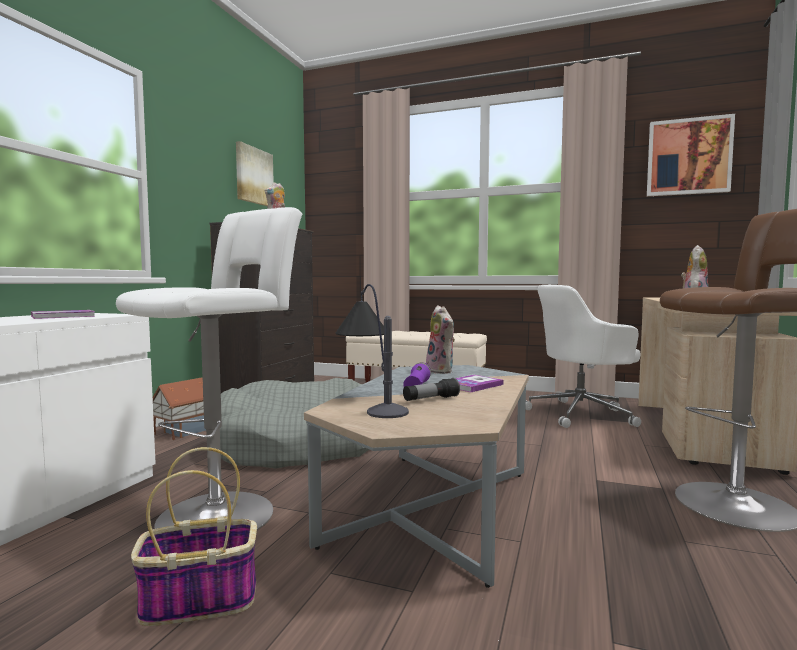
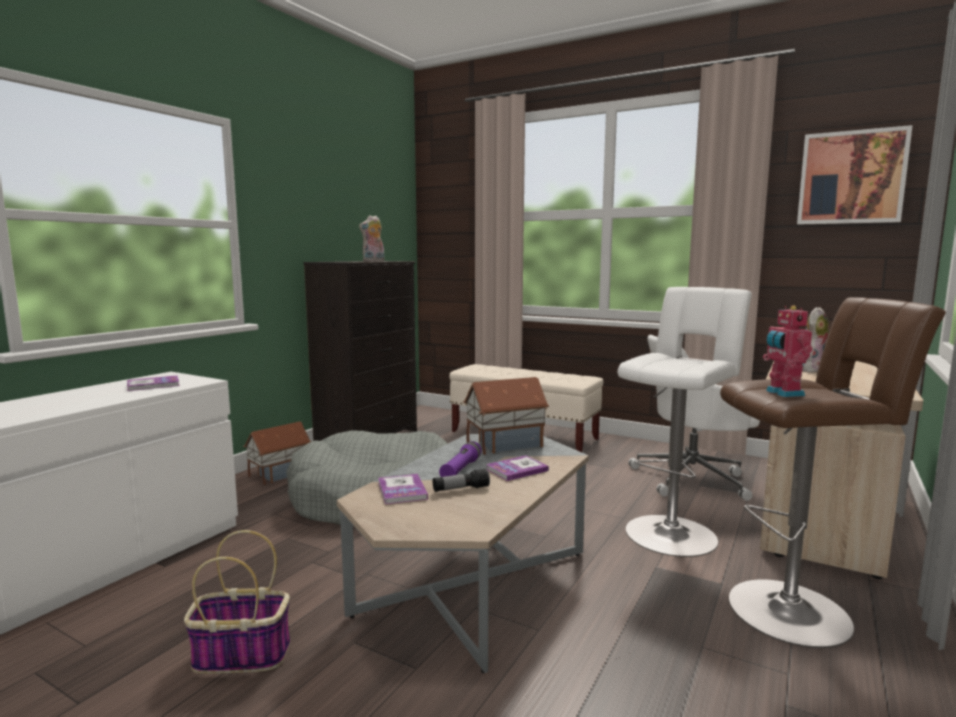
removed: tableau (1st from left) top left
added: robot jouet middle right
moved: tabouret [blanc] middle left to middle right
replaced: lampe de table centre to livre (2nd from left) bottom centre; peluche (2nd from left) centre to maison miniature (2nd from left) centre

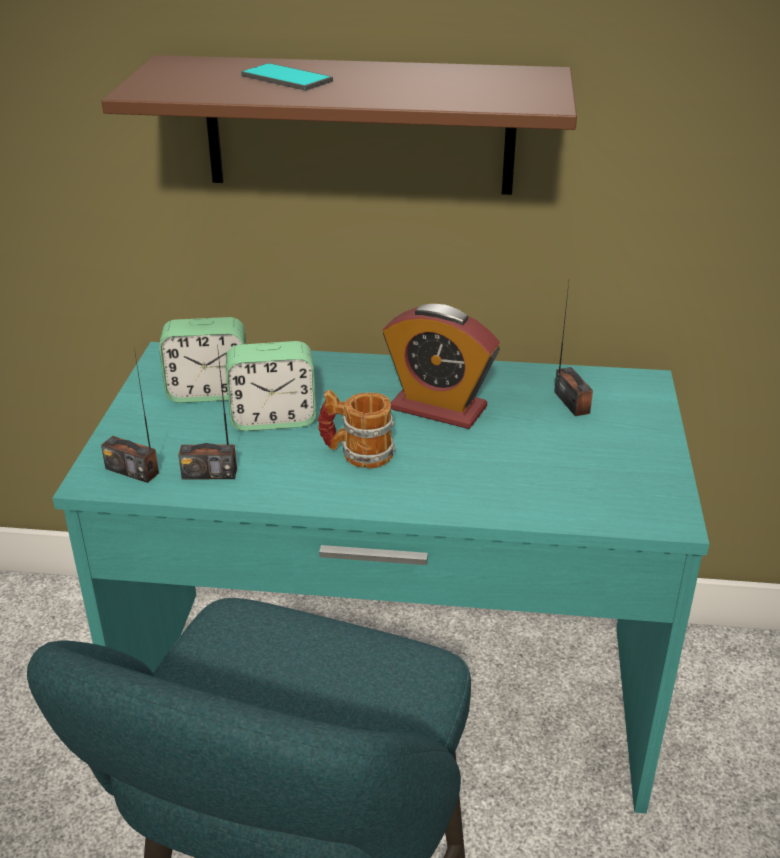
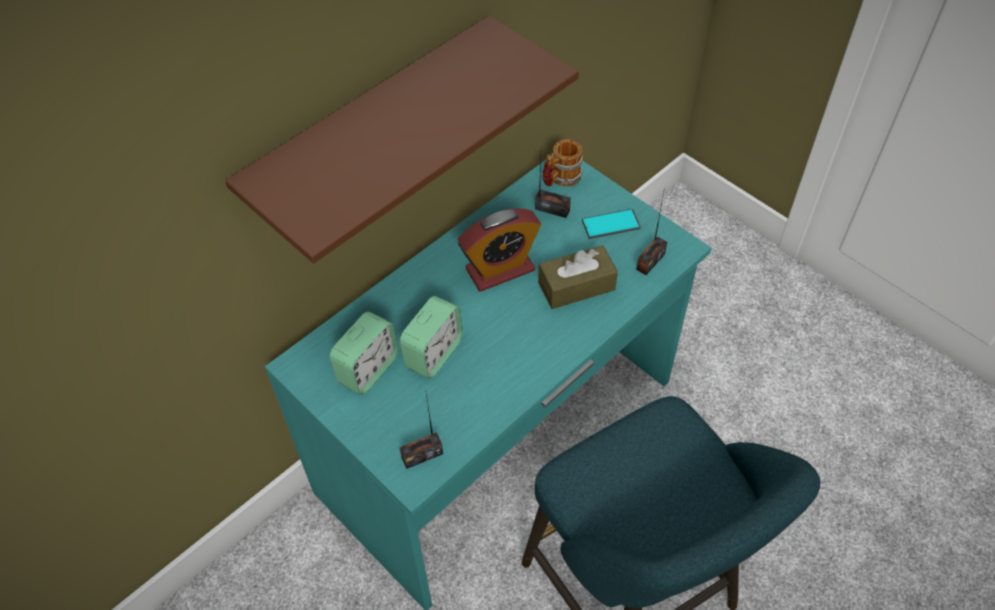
added: boîte à mouchoirs [marron] centre
moved: radio (2nd from left in the first image) middle left to radio (3rd from left) centre; téléphone top centre to centre; mug centre to top centre

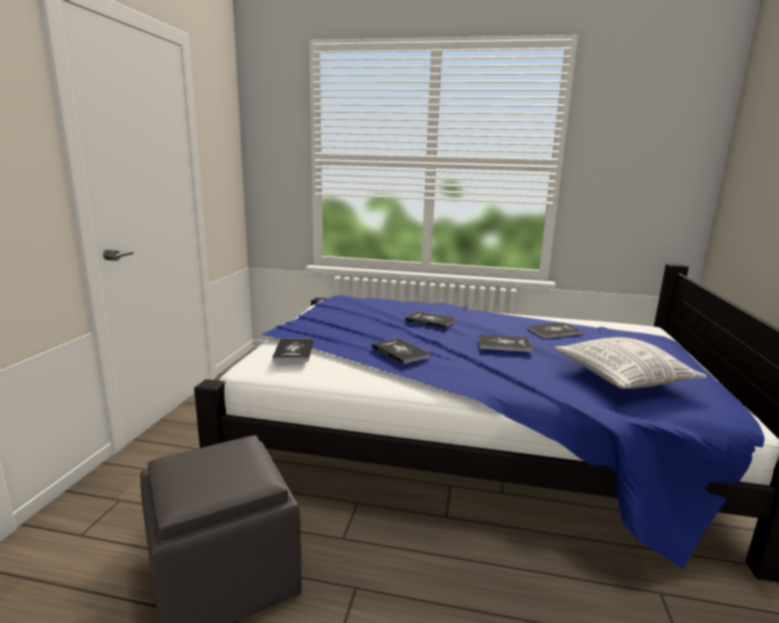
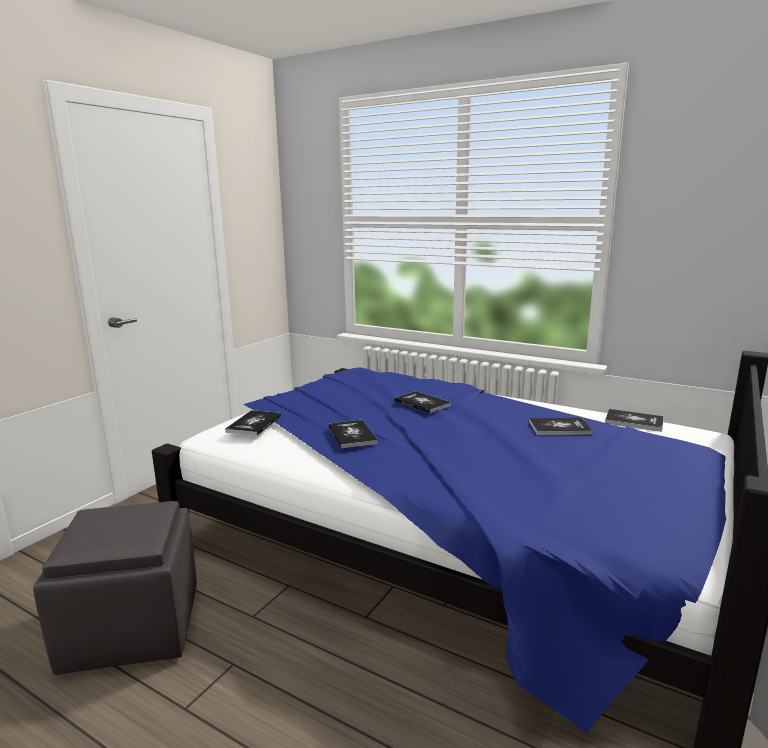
removed: coussin middle right
moved: livre (4th from left in the first image) centre to livre (5th from left) middle right

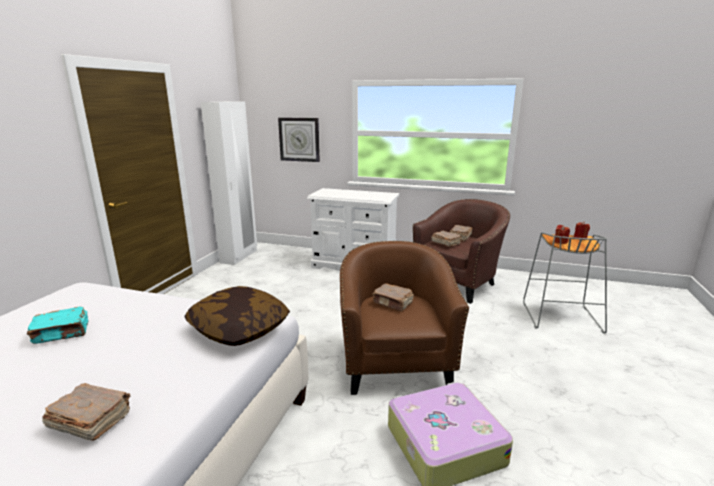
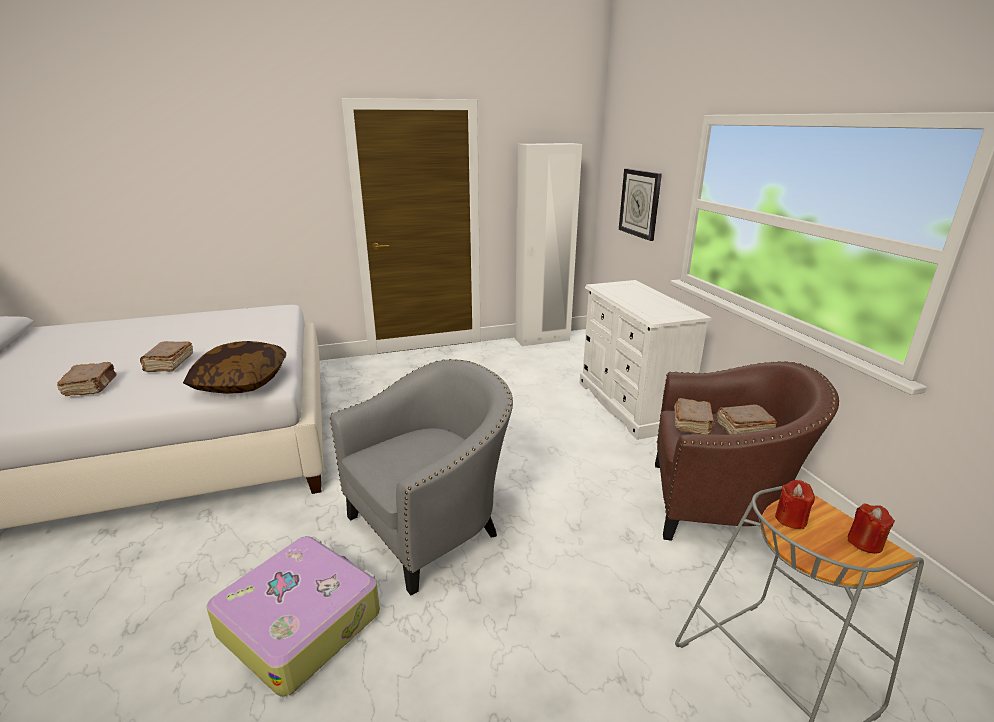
removed: livre [turquoise] bottom left
moved: livre [marron] (2nd from left) centre to middle left
recoloured: fauteuil [marron] (1st from left) centre to fauteuil [gris] centre

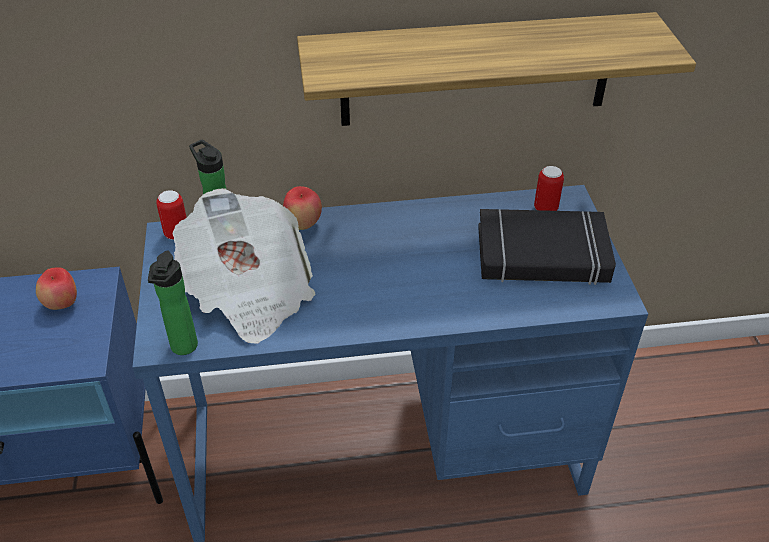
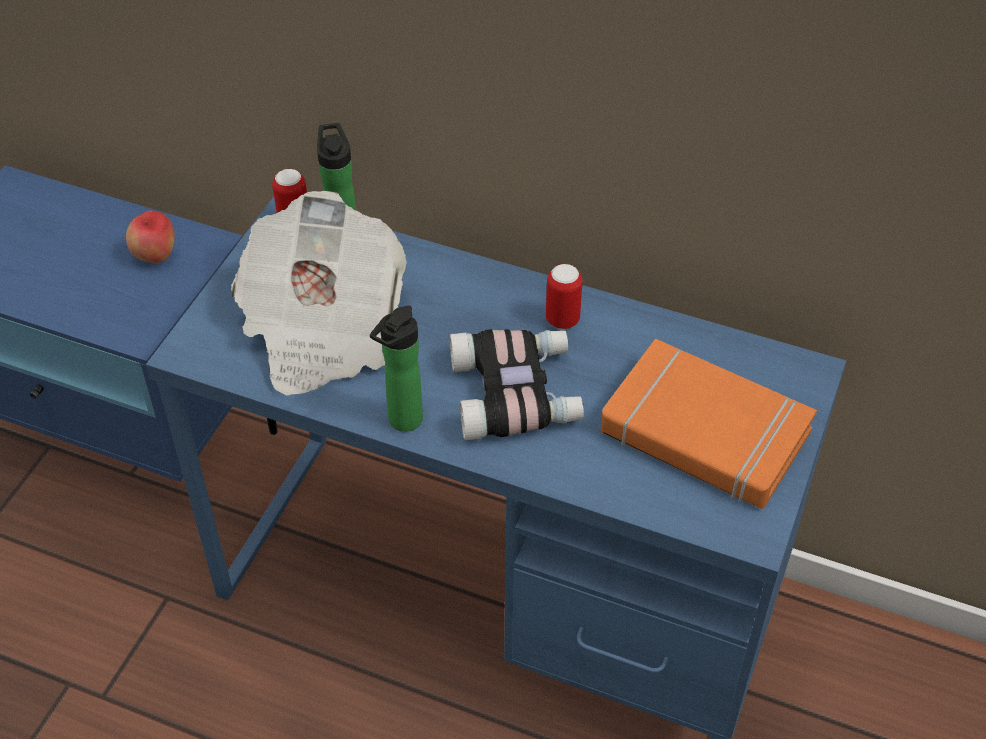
removed: pomme (2nd from left) centre; étagère top centre
added: jumelles centre
moved: bouteille (1st from left in the first image) middle left to bouteille (2nd from left) centre; boîte métallique (2nd from left) middle right to centre
recoloured: livre [noir] middle right to livre [orange] middle right

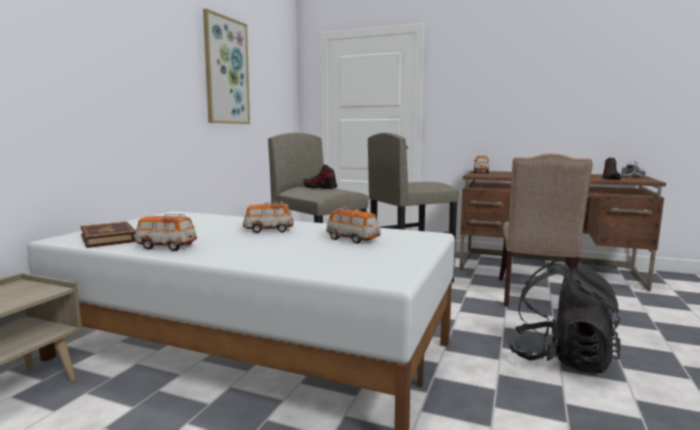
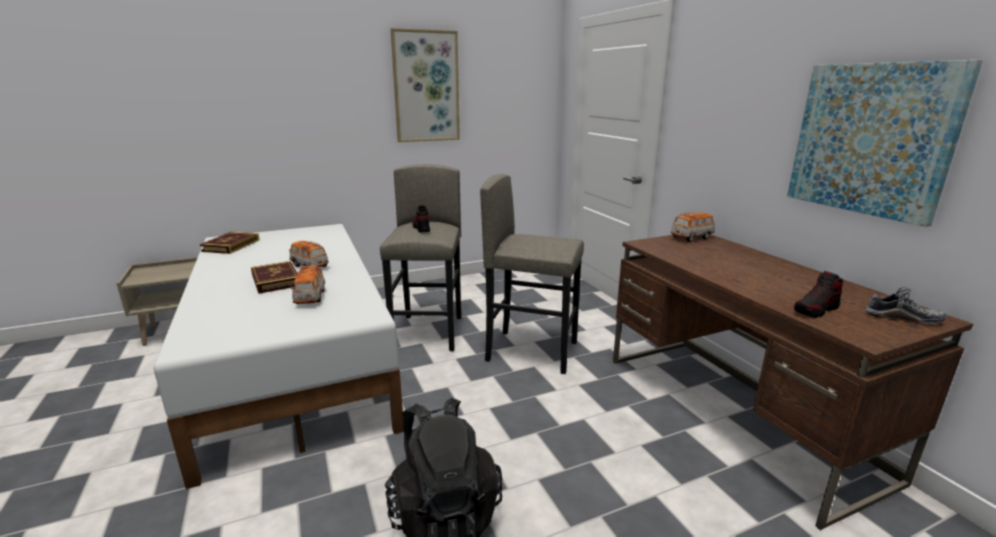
removed: petite voiture (1st from left) middle left; chaise [beige] middle right
added: livre (2nd from left) middle left; tableau (2nd from left) top right

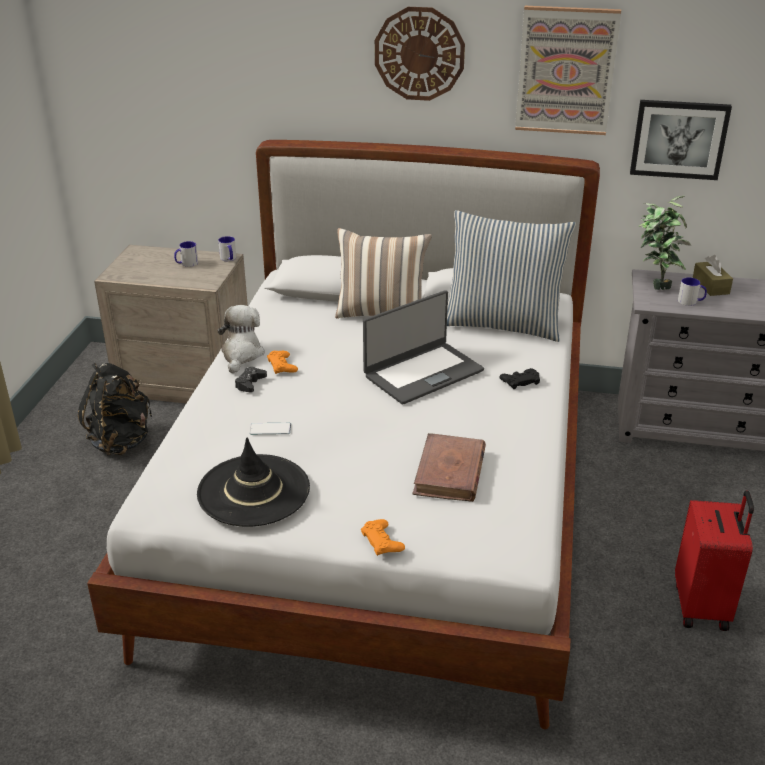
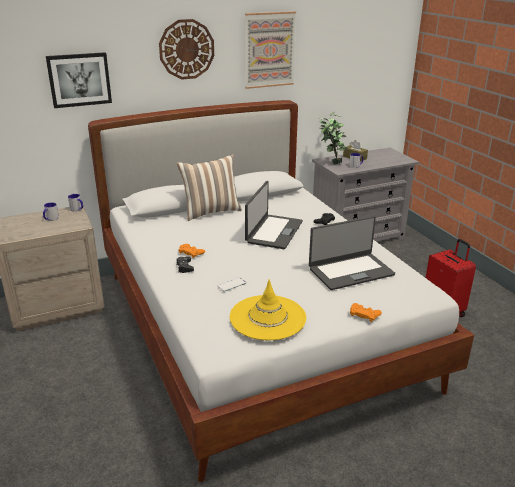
removed: sac à dos [noir] middle left; peluche middle left; coussin (2nd from left) middle right
moved: tableau (2nd from left in the first image) top right to tableau (1st from left) top left
replaced: livre [marron] centre to ordinateur portable (2nd from left) middle right
recoloured: chapeau [noir] middle left to chapeau [jaune] centre

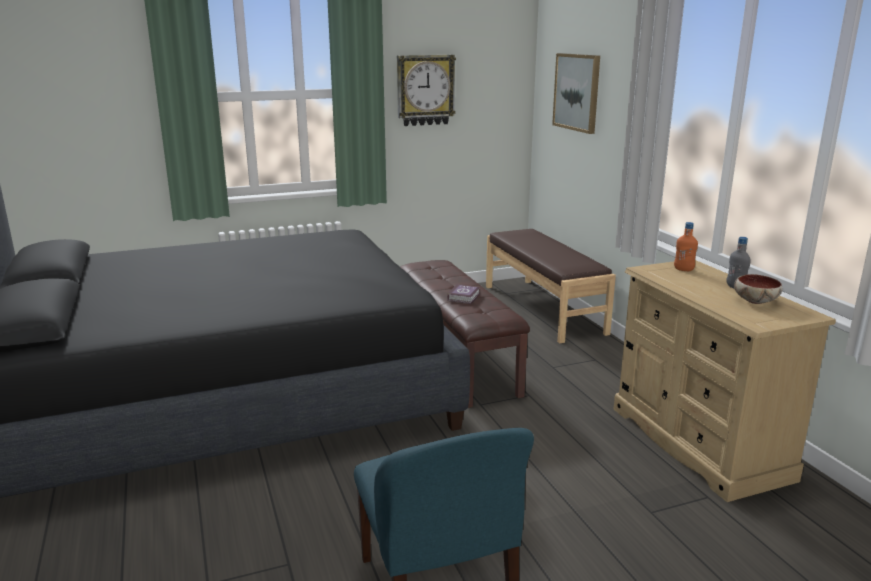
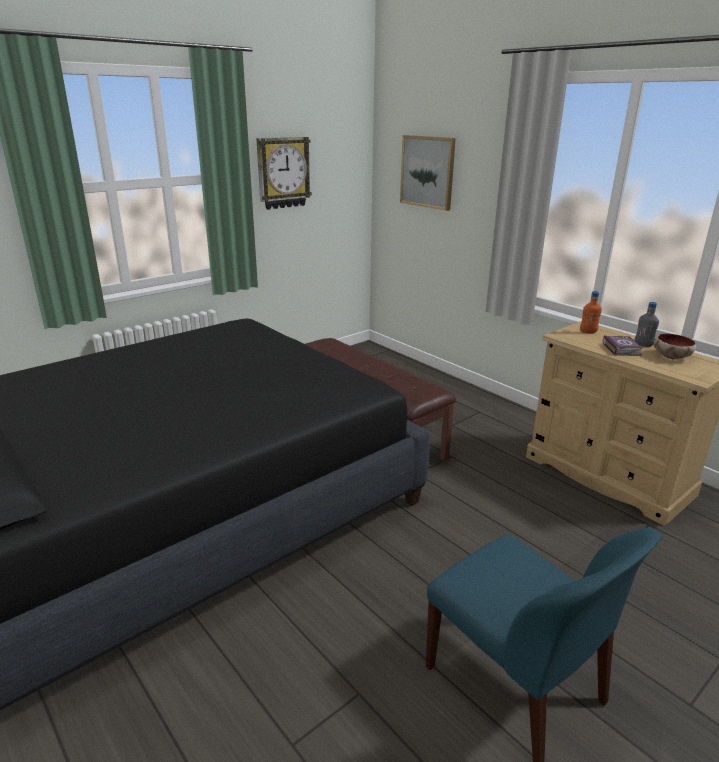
removed: banc [marron] (2nd from left) centre
moved: livre centre to middle right

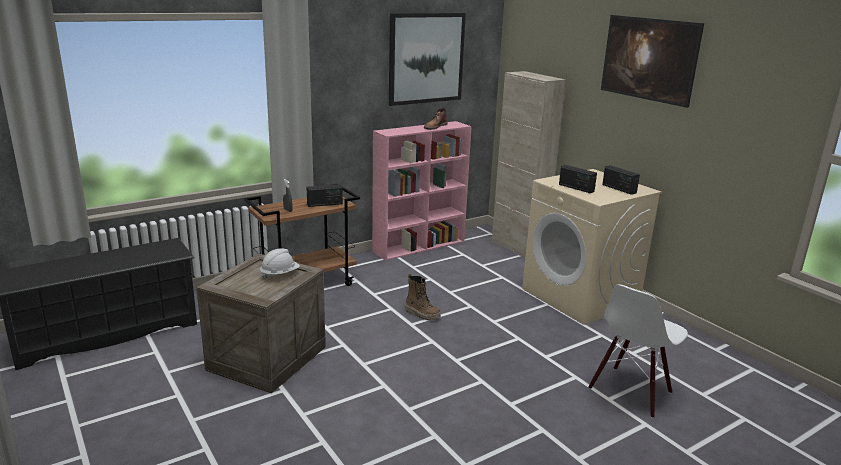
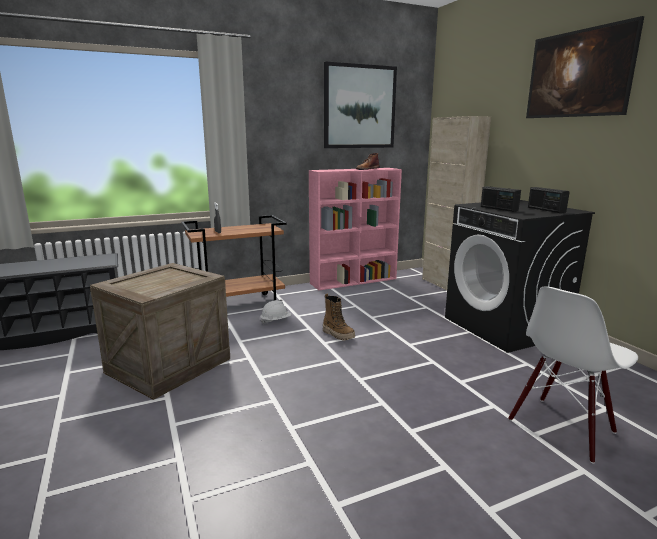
removed: radio (1st from left) centre
moved: casque de chantier [blanc] middle left to centre
recoloured: lave-linge [beige] middle right to lave-linge [noir] middle right

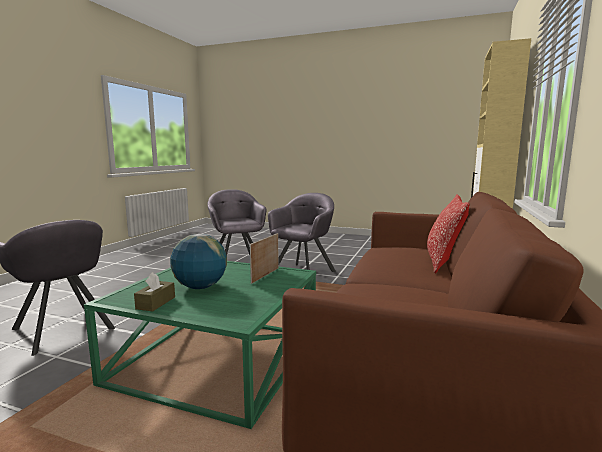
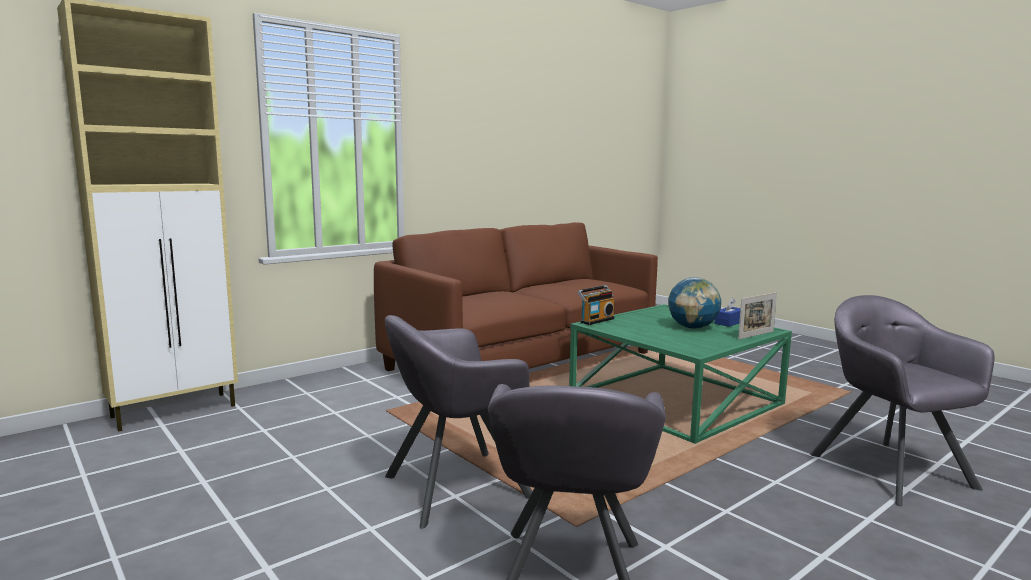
removed: coussin middle right
added: radio centre
moved: cadre photo centre to middle right
recoloured: boîte à mouchoirs [marron] middle left to boîte à mouchoirs [bleu] middle right

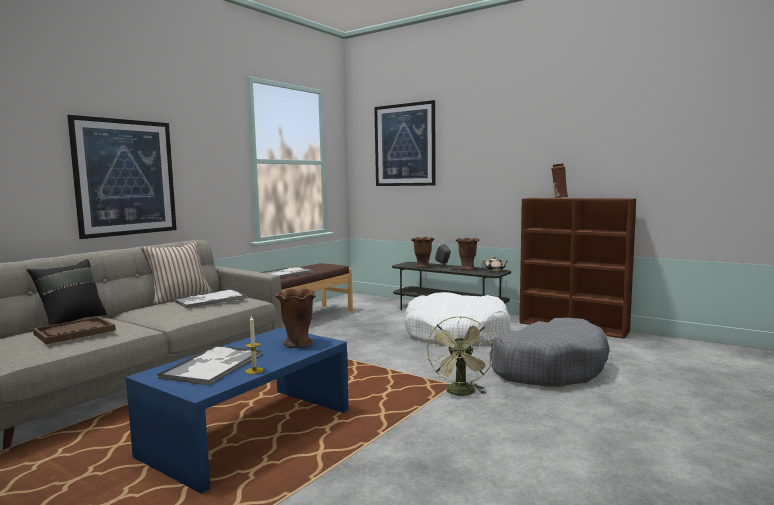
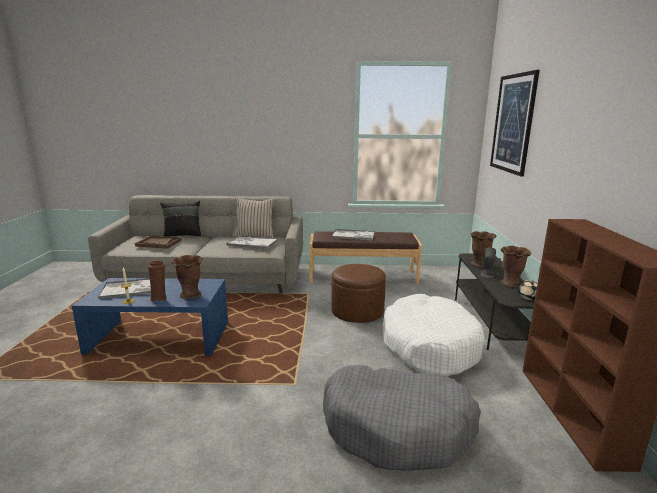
removed: tableau (1st from left) middle left; ventilateur [vert] bottom centre
added: pouf [marron] centre
moved: vase [marron] (4th from left in the first image) middle right to vase [marron] (1st from left) middle left

